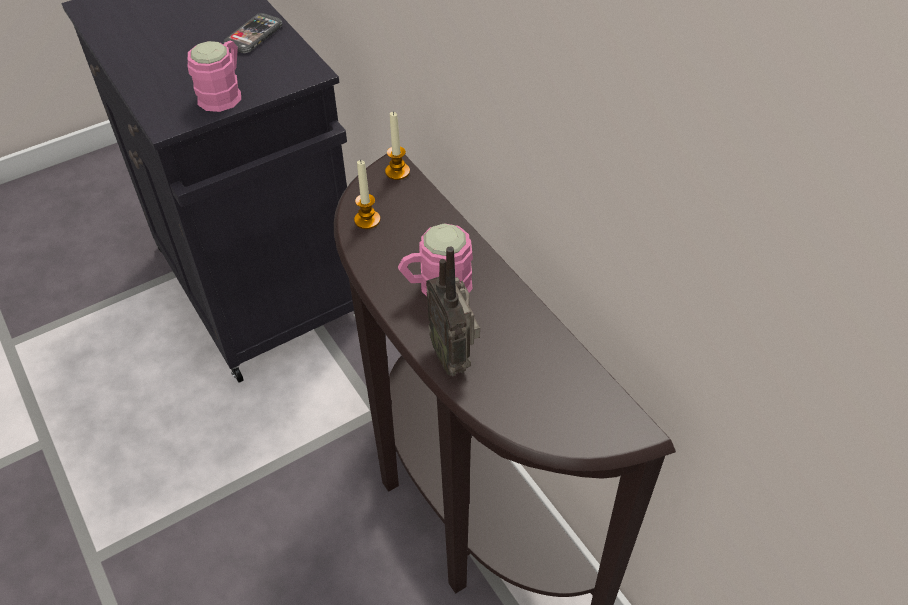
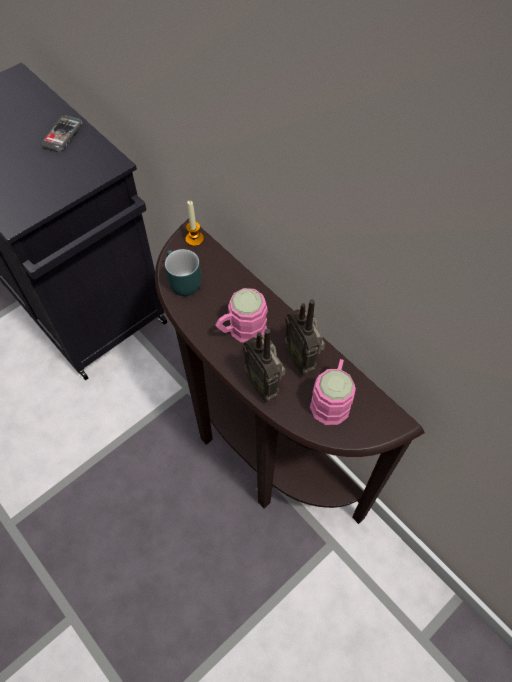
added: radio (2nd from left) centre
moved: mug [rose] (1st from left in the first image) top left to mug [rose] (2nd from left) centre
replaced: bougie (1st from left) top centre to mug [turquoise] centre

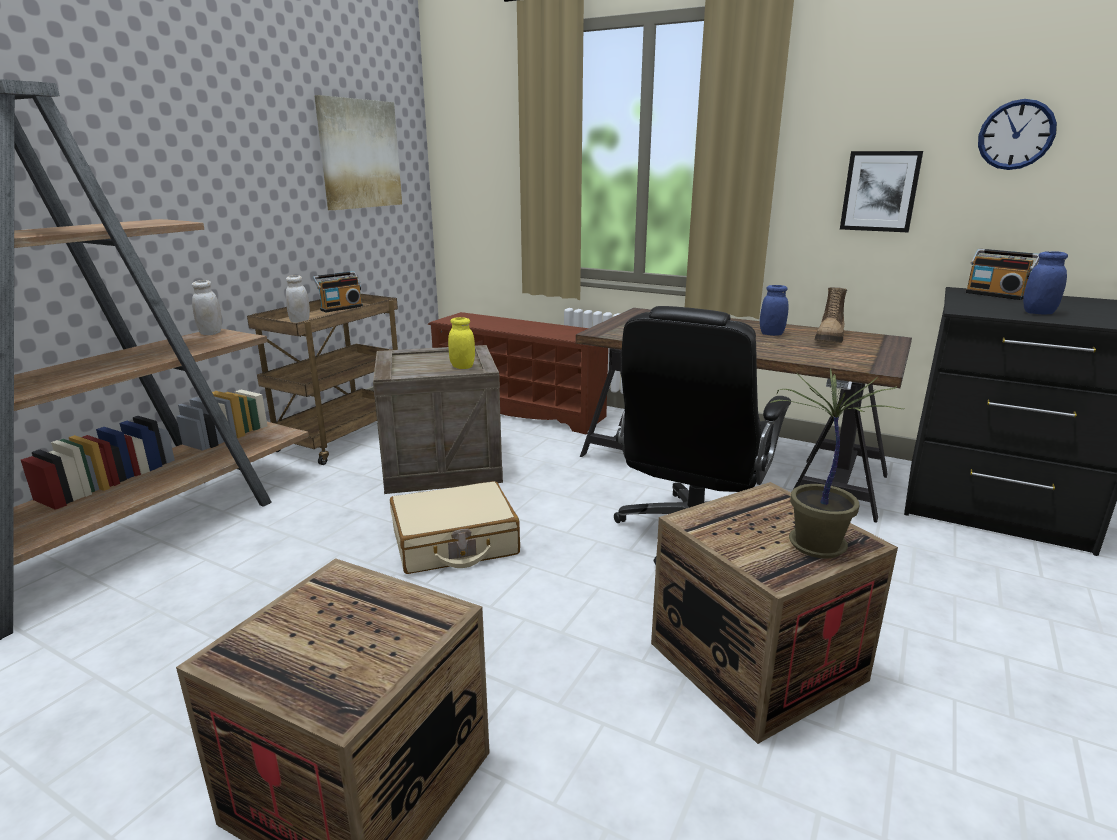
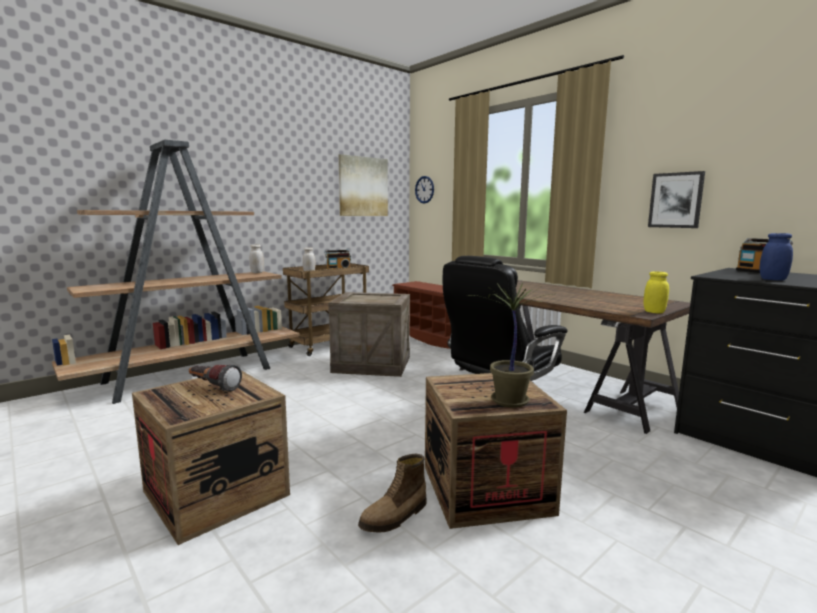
removed: valise [beige] centre; bocal [bleu] (1st from left) middle right
added: lampe de poche middle left
moved: bocal [jaune] centre to middle right; botte middle right to bottom centre; horloge murale top right to top centre

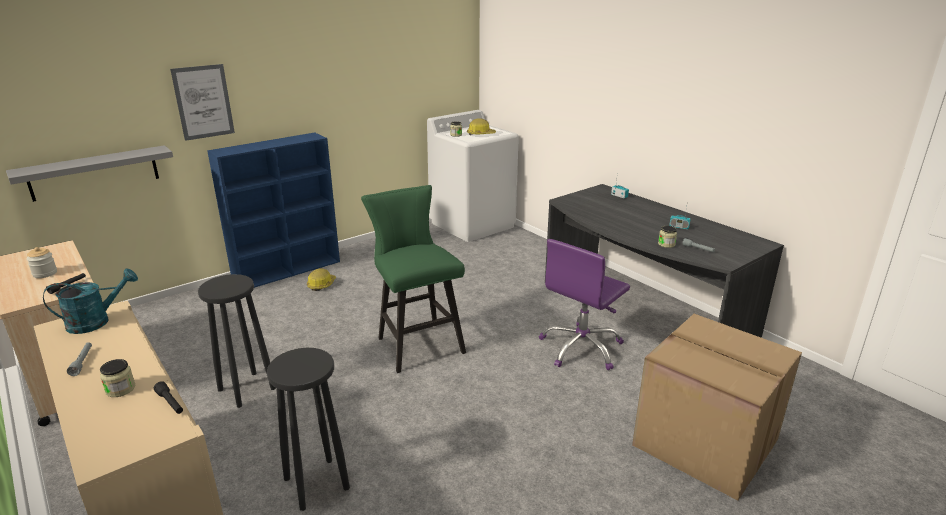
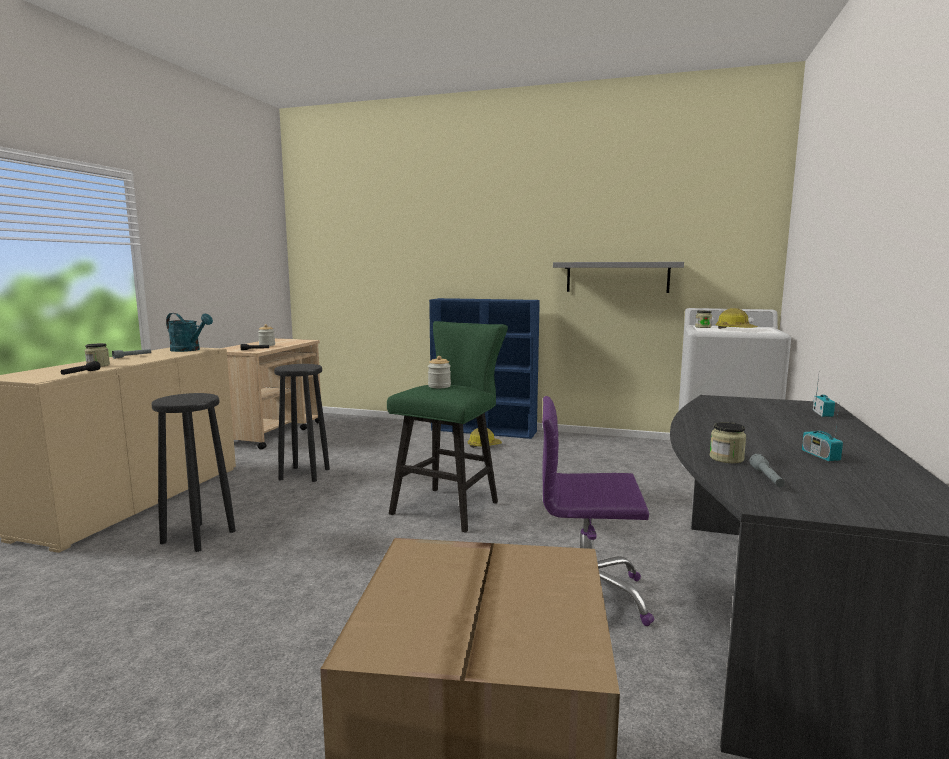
removed: tableau top left
added: bocal (3rd from left) centre
moved: étagère [gris] middle left to centre

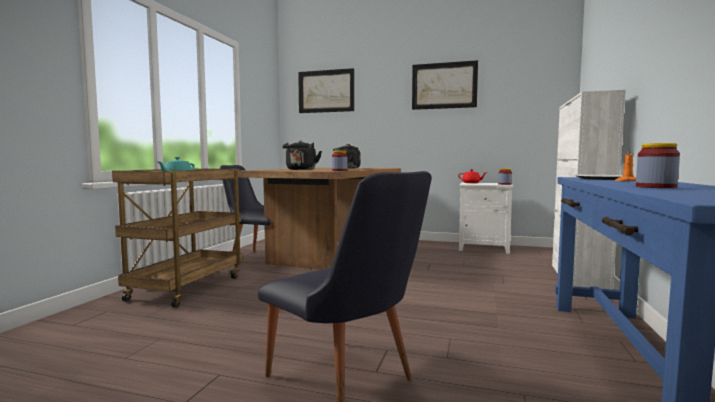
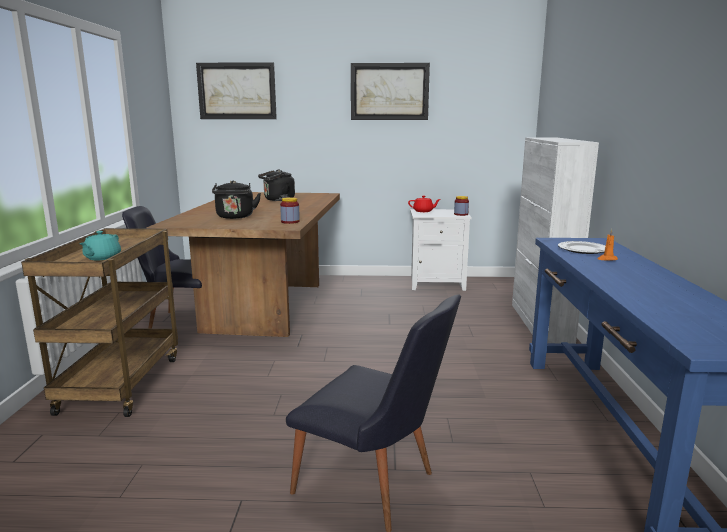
removed: bocal (3rd from left) middle right

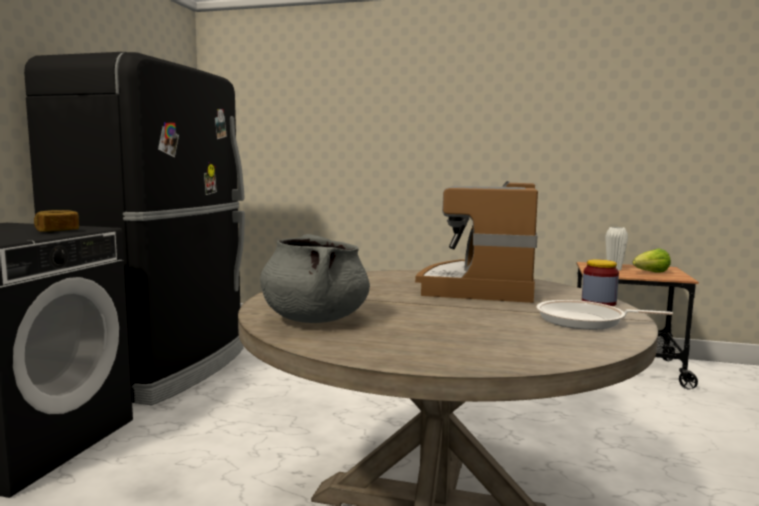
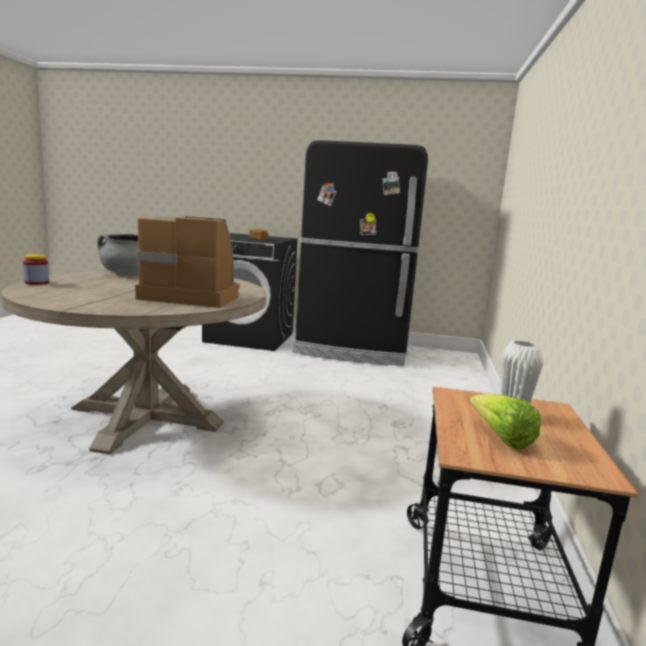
removed: poêle middle right
moved: bocal middle right to middle left

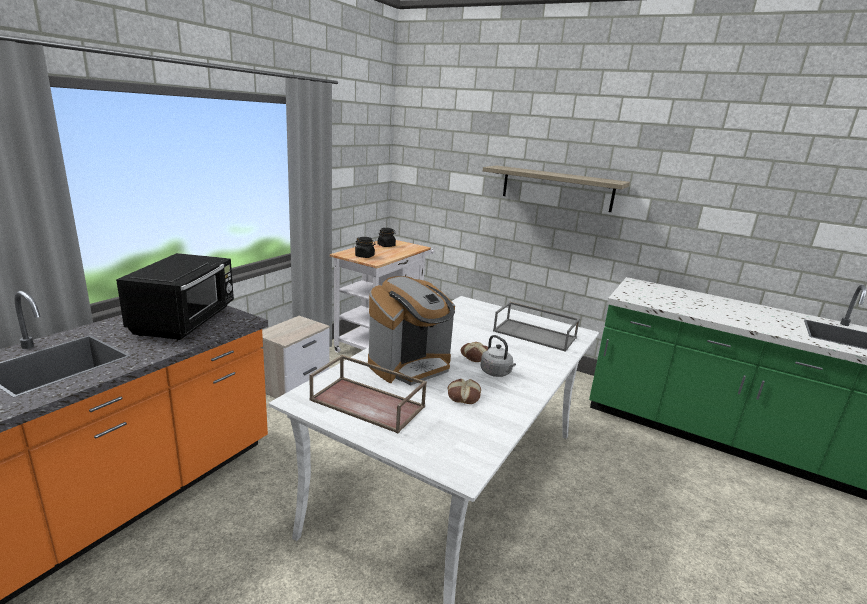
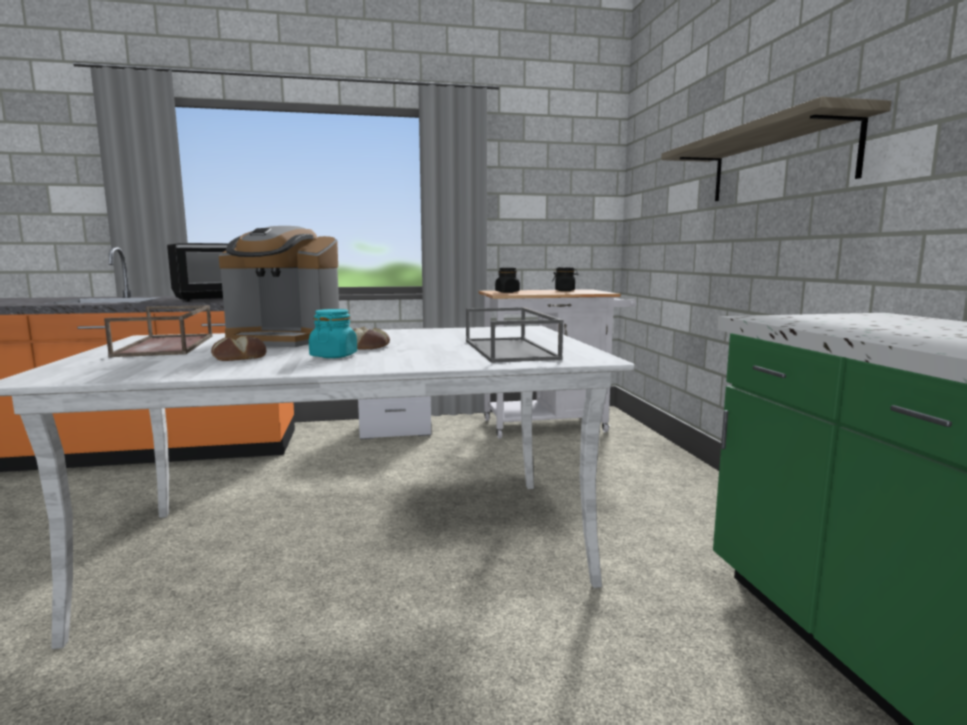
replaced: bouilloire [gris] centre to bocal [turquoise] centre

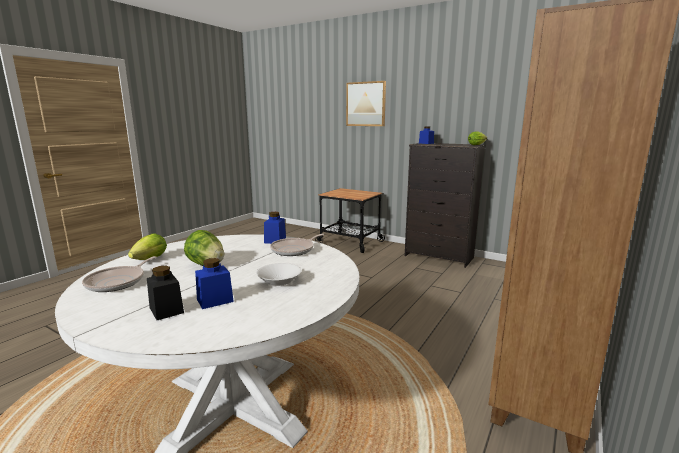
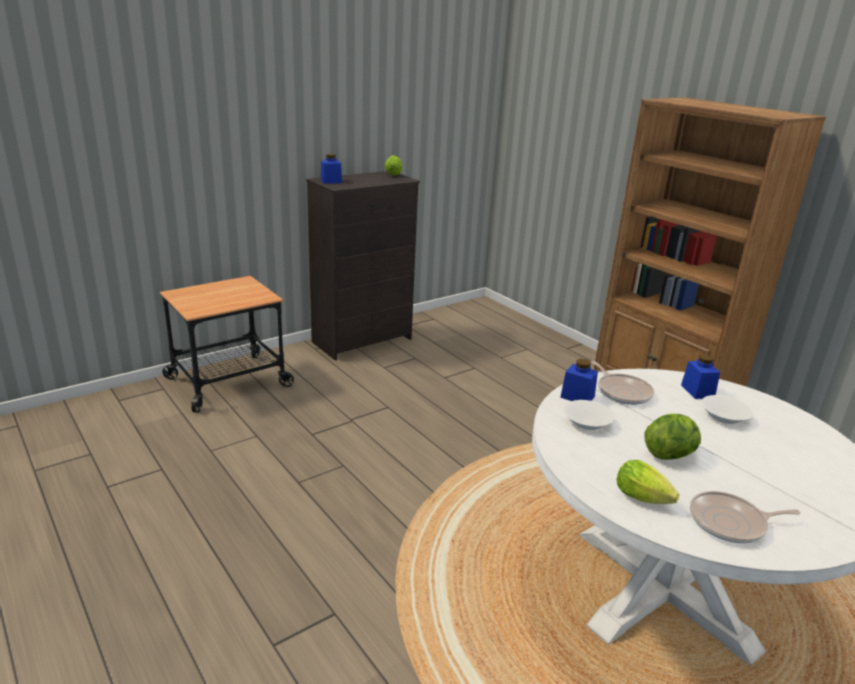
removed: bocal [noir] middle left; tableau top centre
added: bol [blanc] (1st from left) middle right
moved: bocal [bleu] (1st from left in the first image) middle left to bocal [bleu] (3rd from left) middle right
turned: poêle (1st from left in the first image) middle left = bottom right 135 degrees clockwise

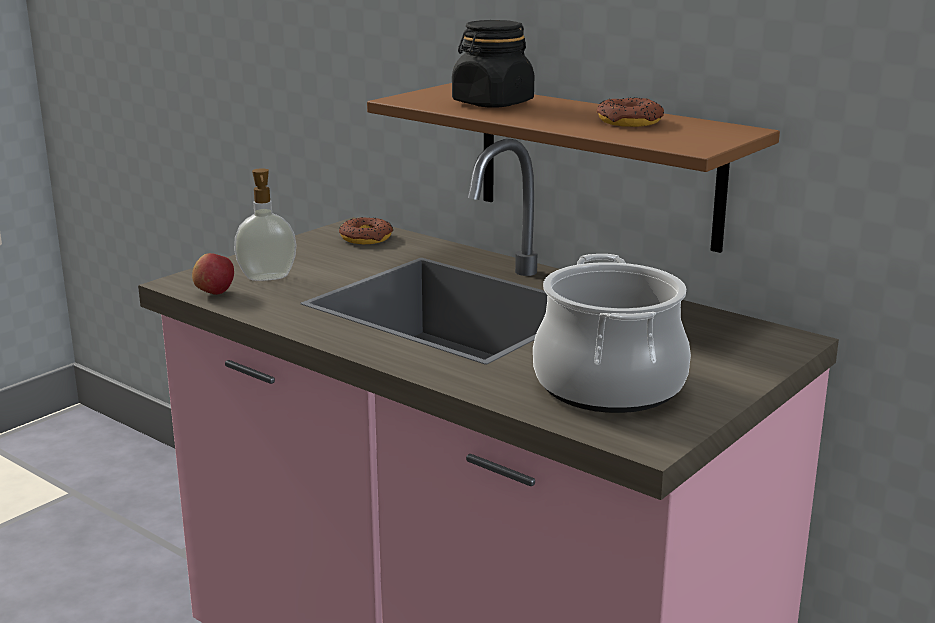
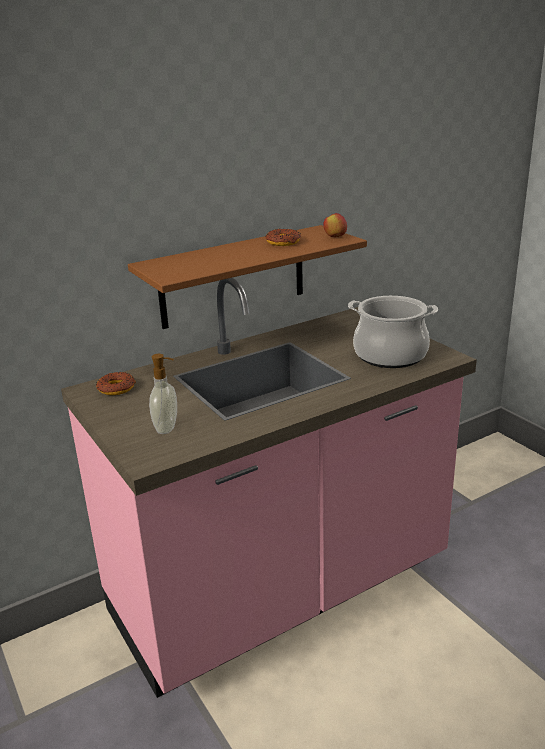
removed: bocal [noir] top centre
moved: pomme middle left to top centre

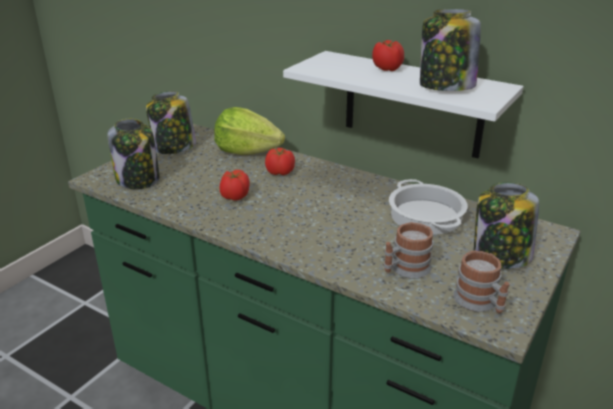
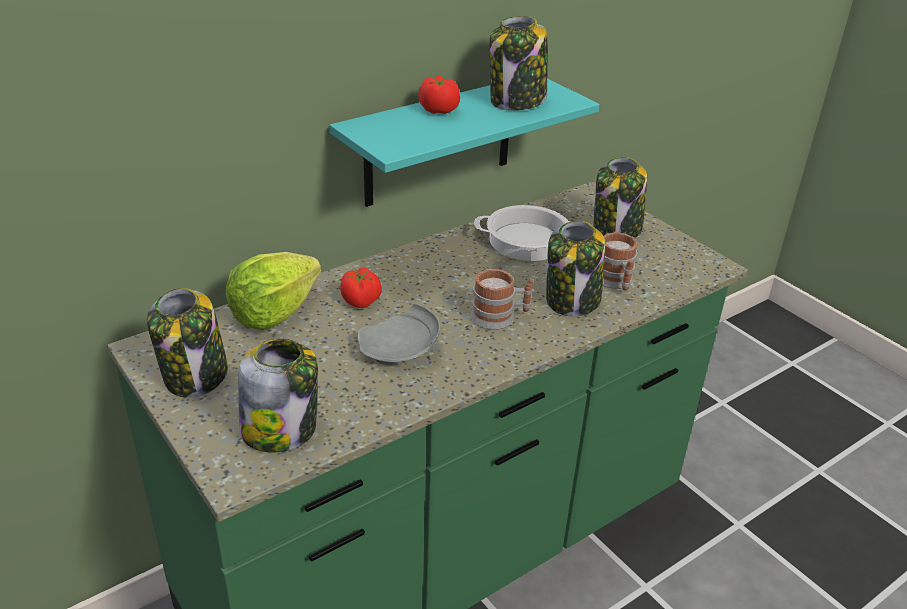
added: bocal (4th from left) centre
moved: mug (2nd from left in the first image) bottom right to mug (1st from left) centre
replaced: tomate (1st from left) centre to assiette [gris] centre
recoloured: étagère [blanc] top centre to étagère [turquoise] top centre

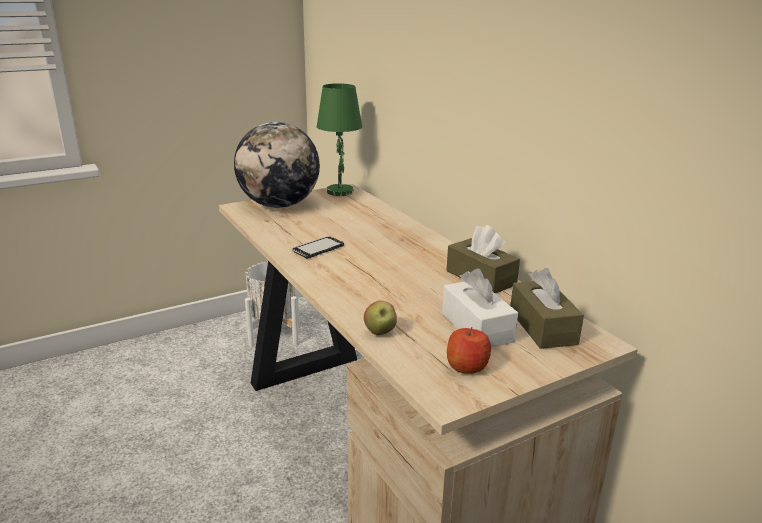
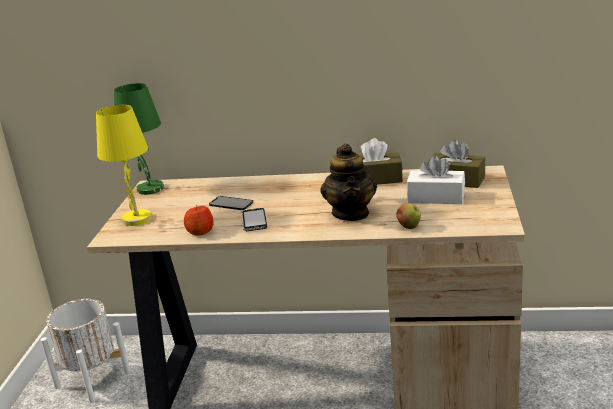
added: téléphone (1st from left) centre; théière centre
moved: pomme (2nd from left in the first image) bottom centre to pomme (1st from left) middle left
replaced: globe top centre to lampe de table [jaune] middle left

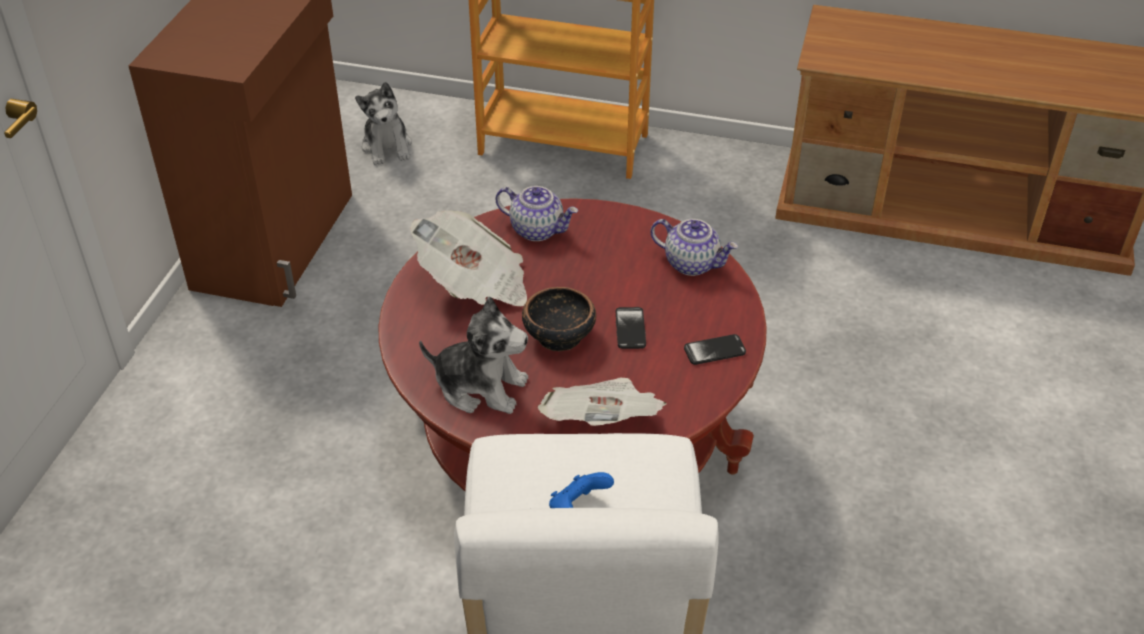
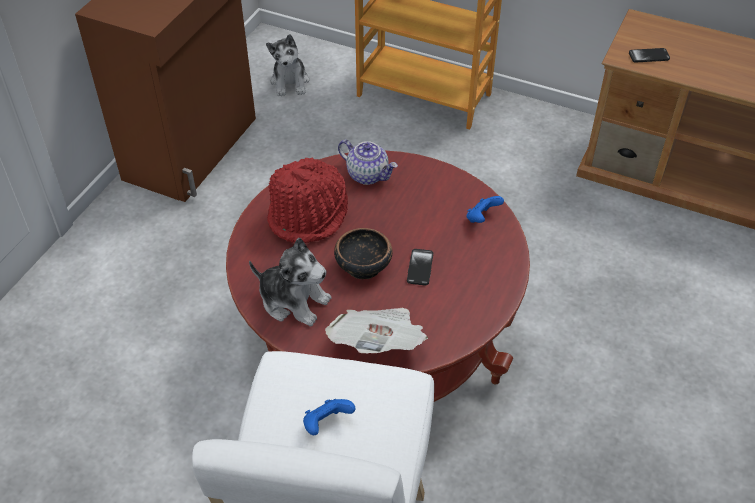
moved: téléphone (2nd from left) centre to top right
replaced: journal (1st from left) centre to chapeau [rouge] centre; théière (2nd from left) centre to manette [bleu] (2nd from left) centre

